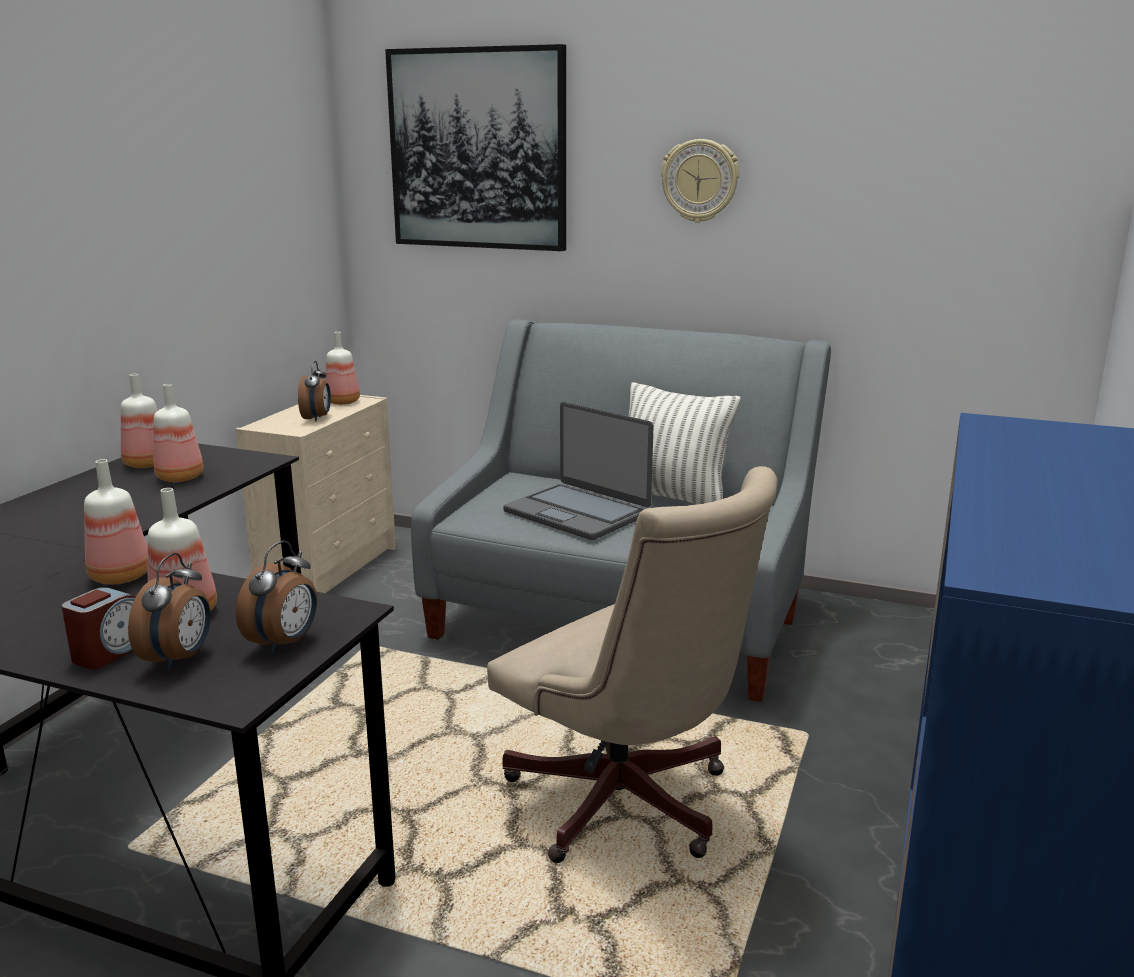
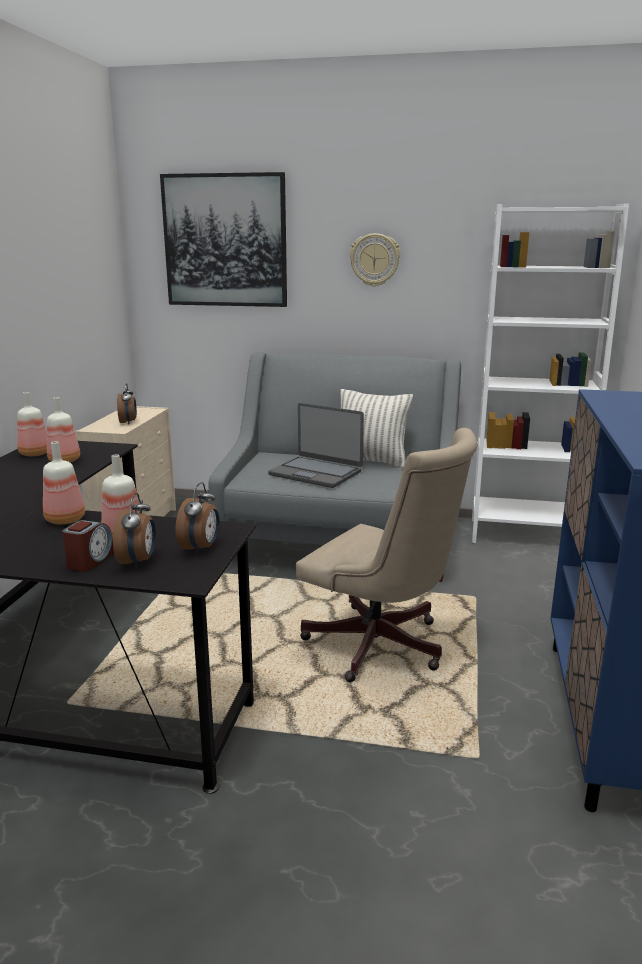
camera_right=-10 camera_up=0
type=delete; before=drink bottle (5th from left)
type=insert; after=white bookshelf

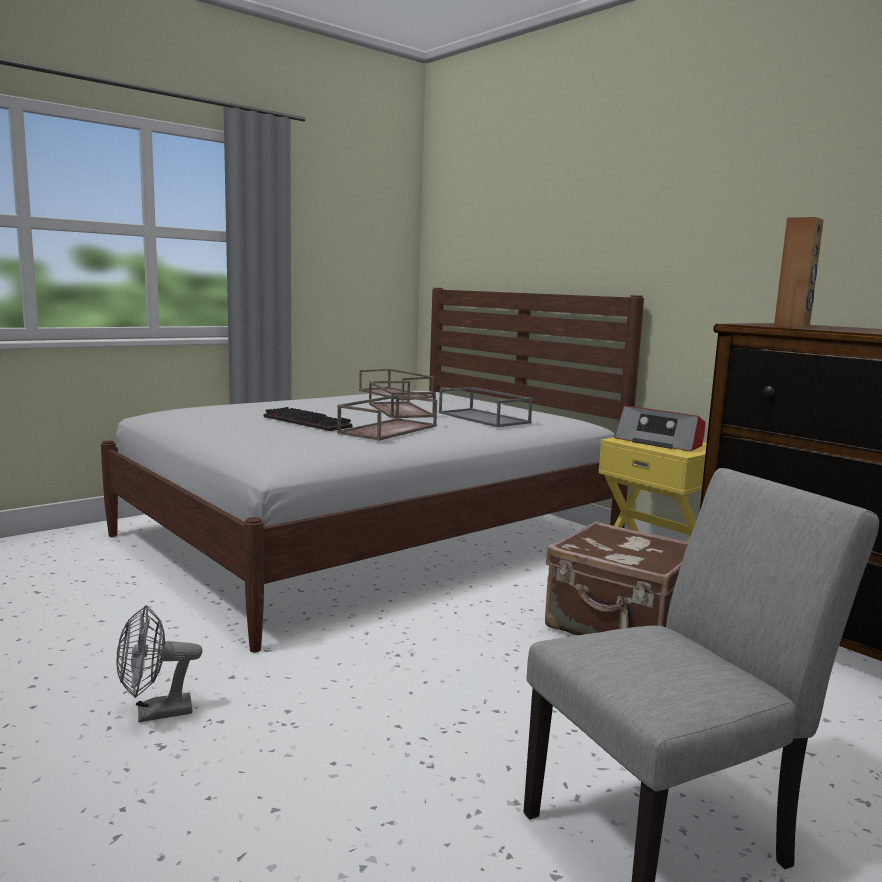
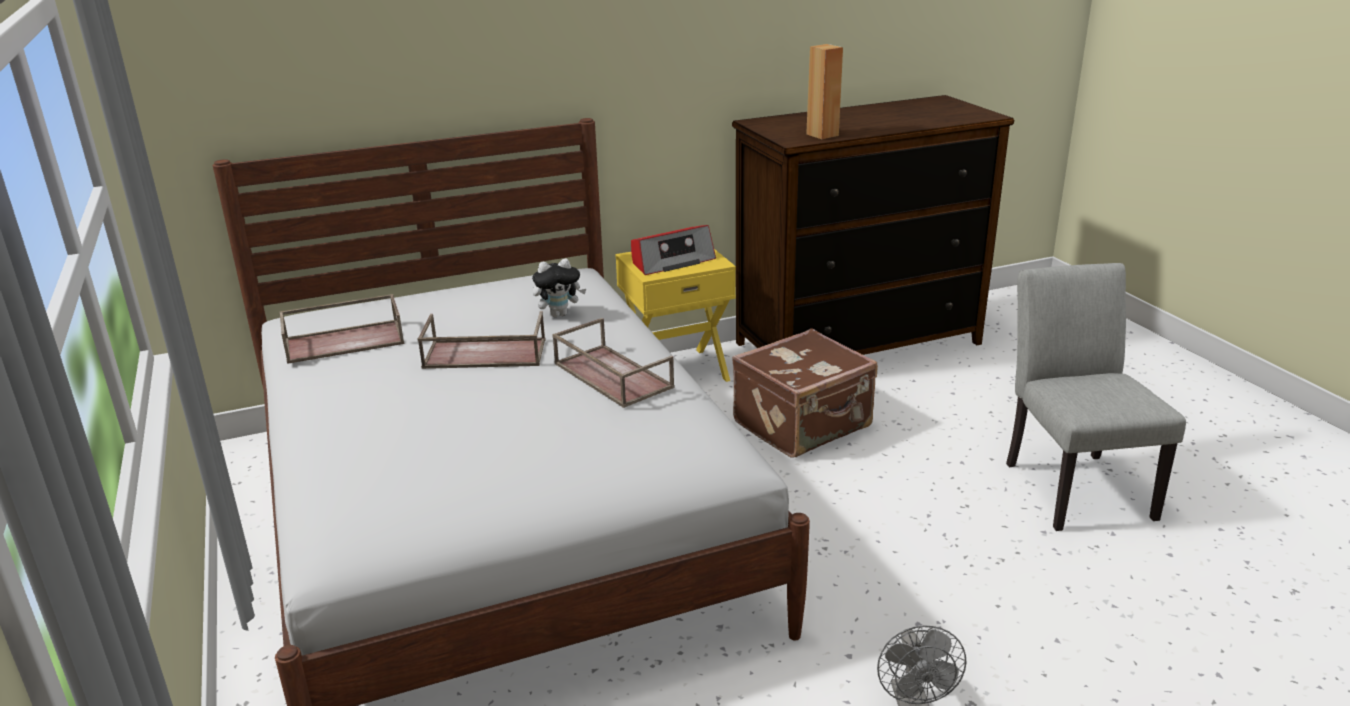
camera_right=-70 camera_up=15
type=delete; before=computer keyboard
type=replace; before=greyish carrying tray; after=soft toy

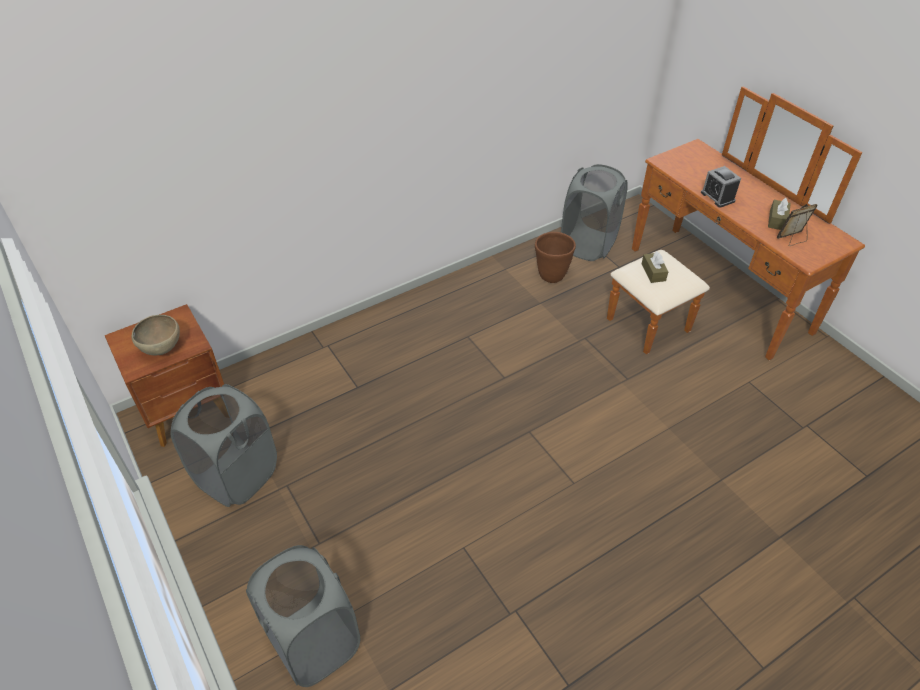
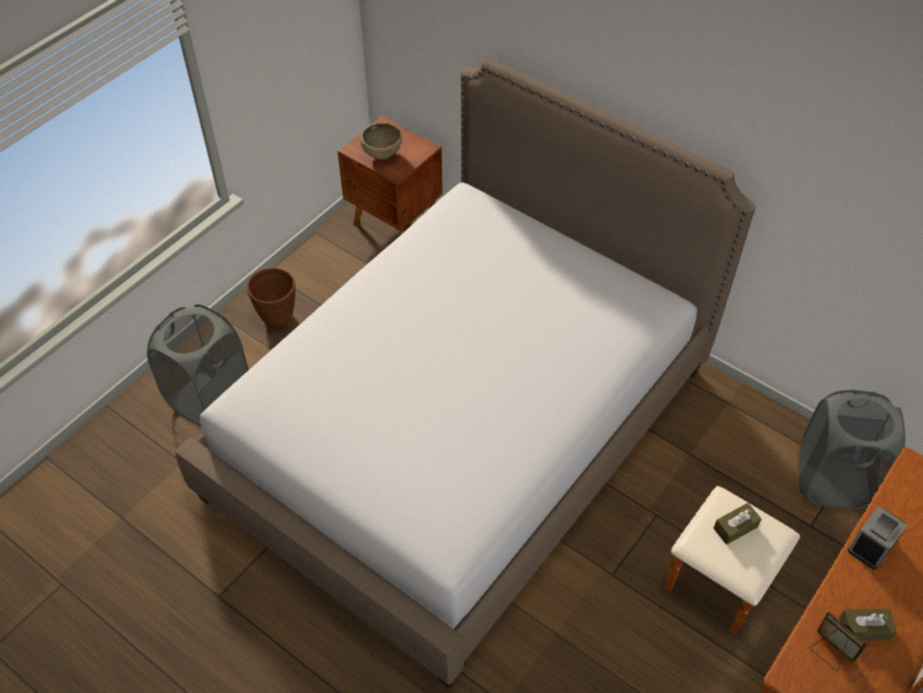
camera_right=70 camera_up=5
type=delete; before=greyish laundry basket (1st from left)
type=move; before=brown-coloured plant pot
type=insert; after=bedroom bed

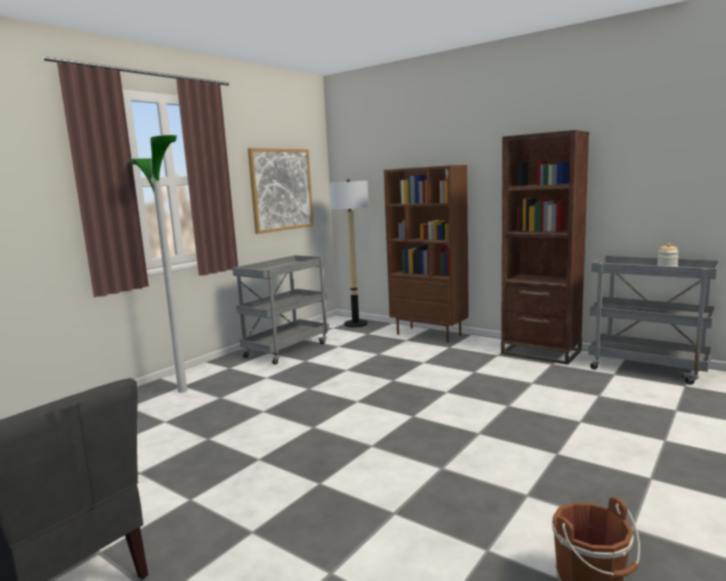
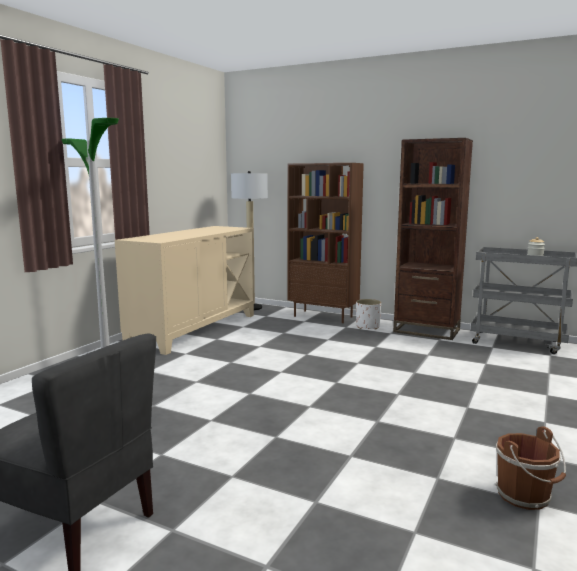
camera_right=-10 camera_up=0
type=replace; before=greyish trolley (1st from left); after=beige-coloured storage cabinet
type=delete; before=wall picture
type=insert; after=white plant pot

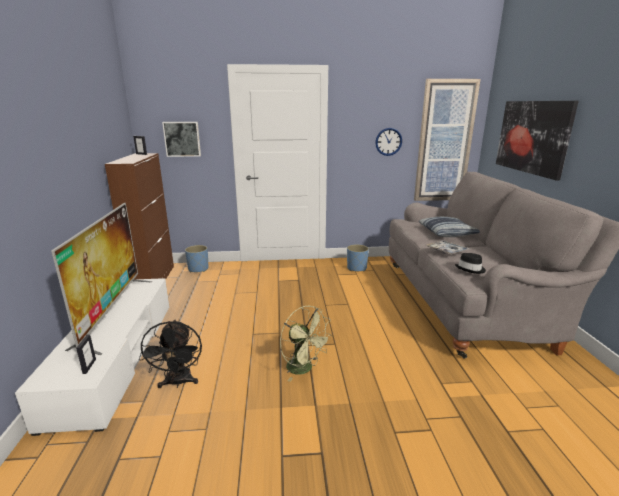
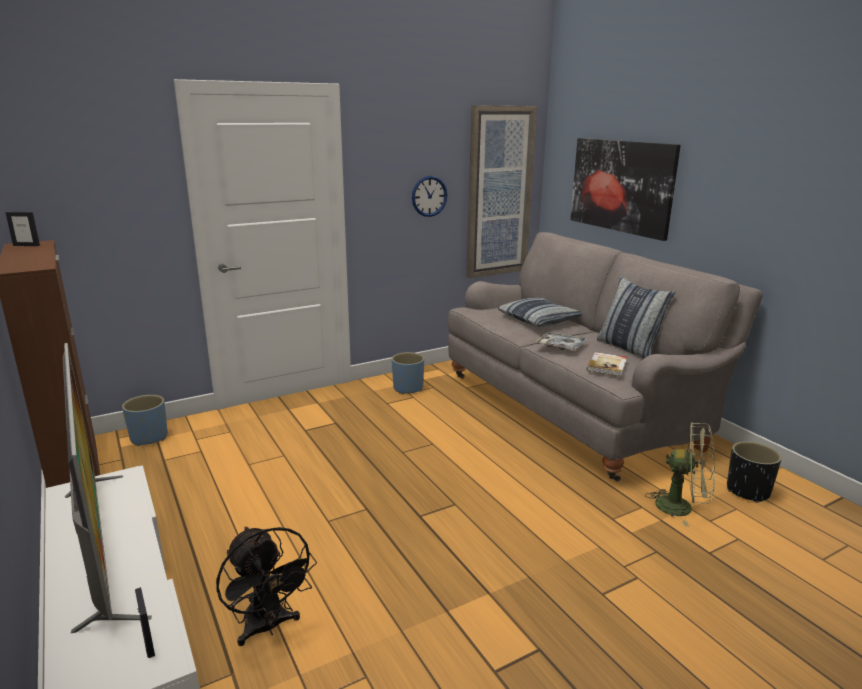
camera_right=-25 camera_up=0
type=delete; before=wall picture (1st from left)
type=move; before=greenish electric fan
type=replace; before=black-coloured clothing hat; after=bound book
type=insert; after=cushion (2nd from left)
type=insert; after=black-coloured plant pot

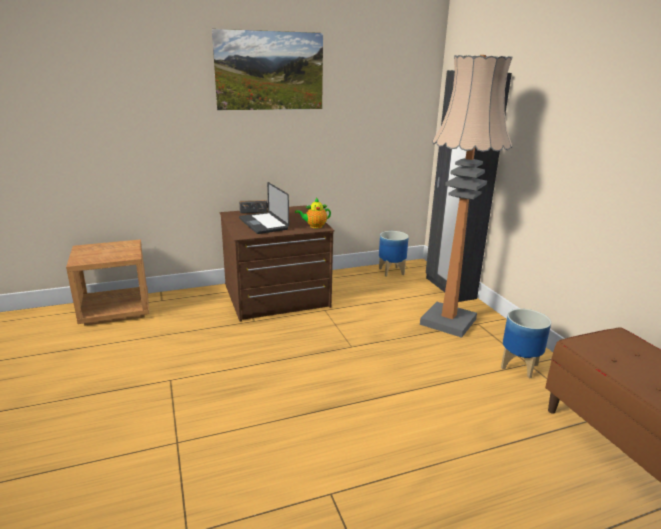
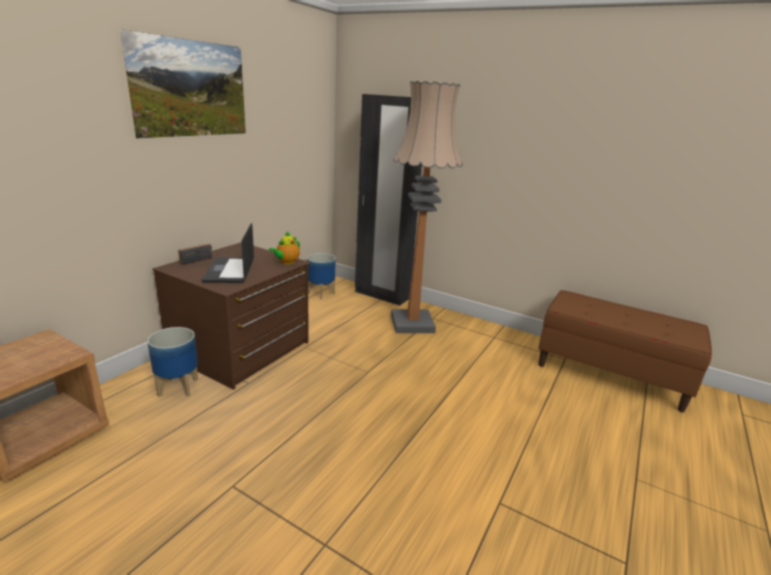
camera_right=-40 camera_up=0
type=rotate; before=portable computer; turn=60
type=move; before=plant pot (2nd from left in the first image); after=plant pot (1st from left)

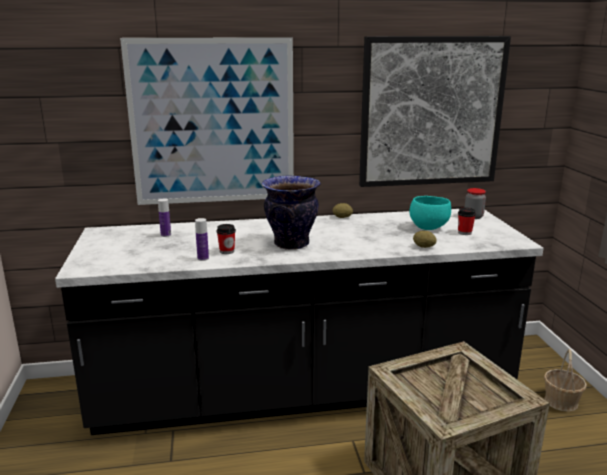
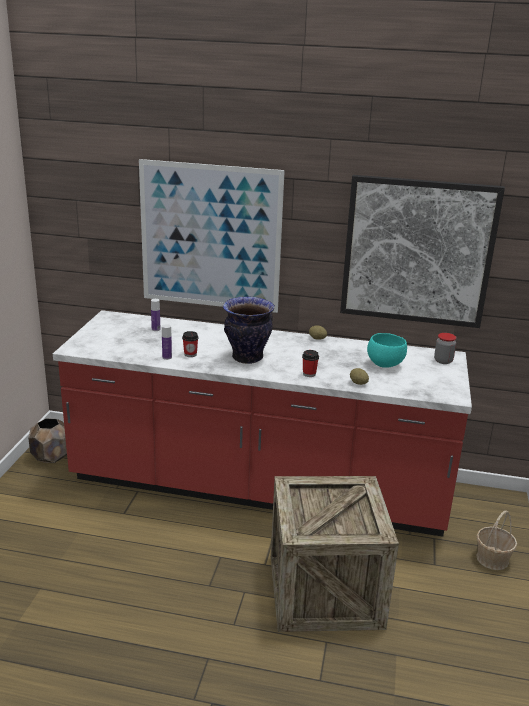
camera_right=20 camera_up=5
type=recolor; before=black-coloured kitchen counter; after=reddish kitchen counter
type=move; before=small cup (2nd from left)
type=insert; after=brown-coloured plant pot

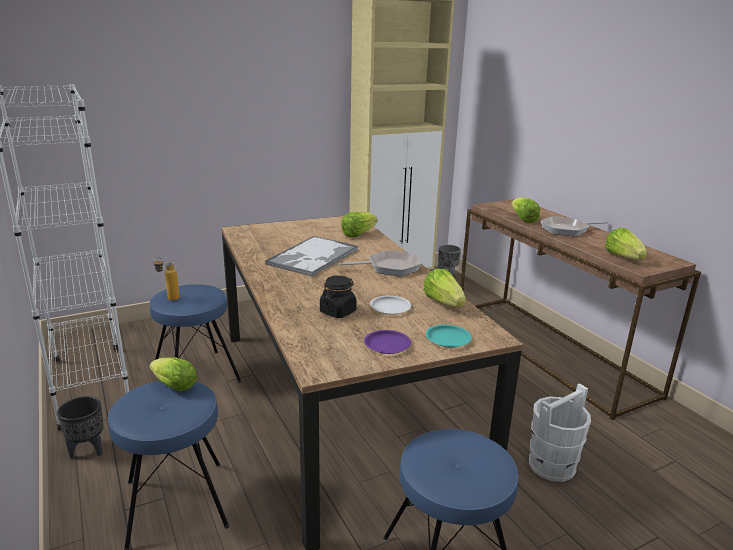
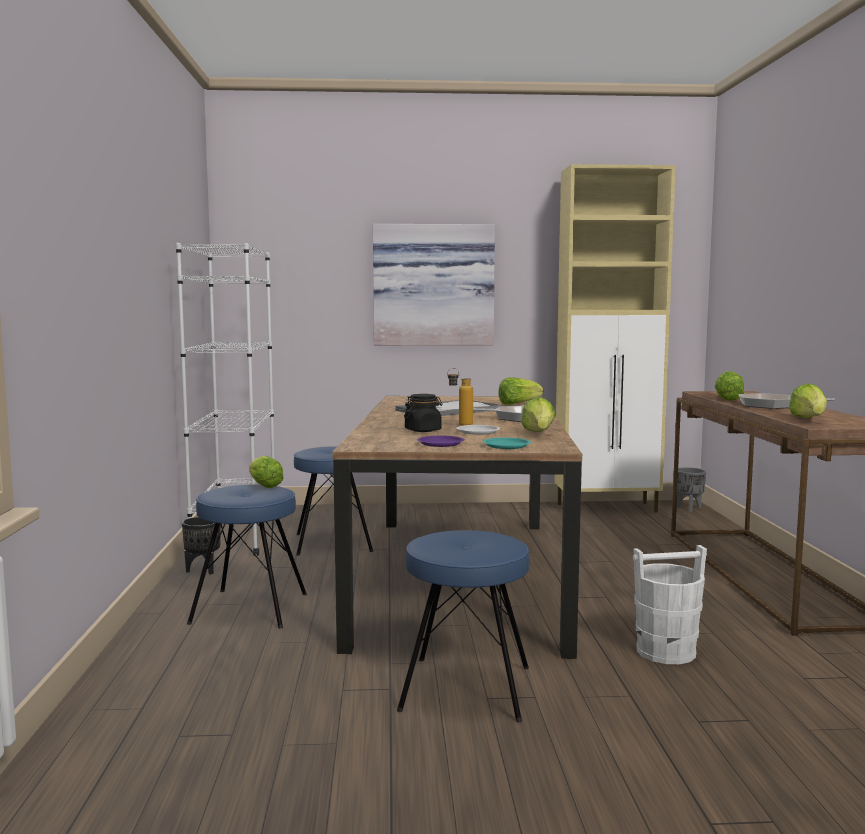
camera_right=25 camera_up=-15
type=move; before=drink bottle
type=insert; after=wall picture

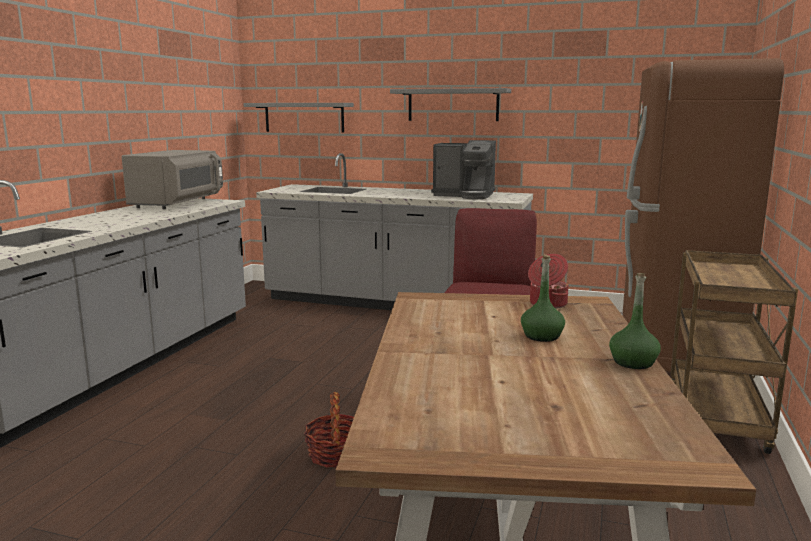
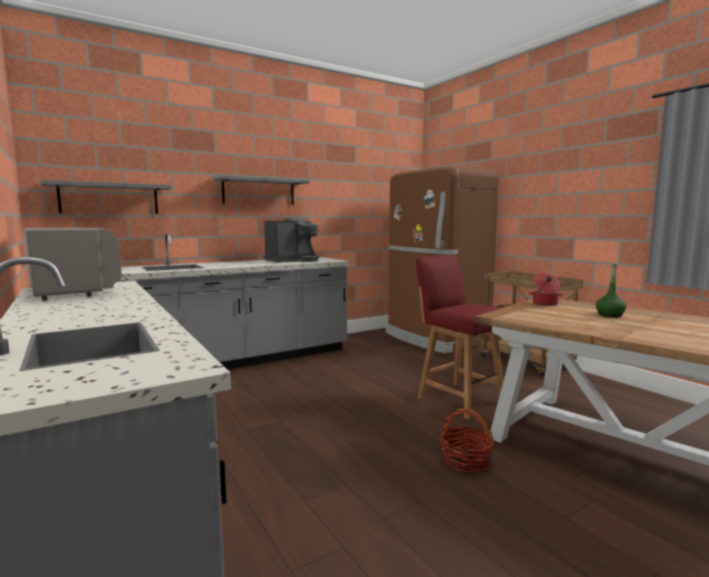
camera_right=-50 camera_up=-5
type=delete; before=greenish drink bottle (2nd from left)

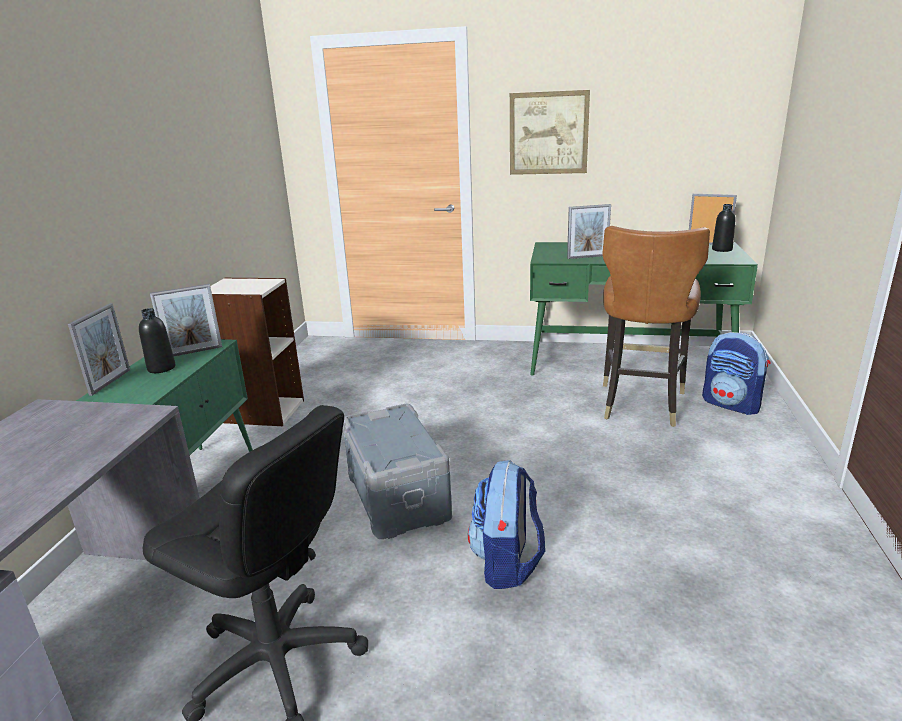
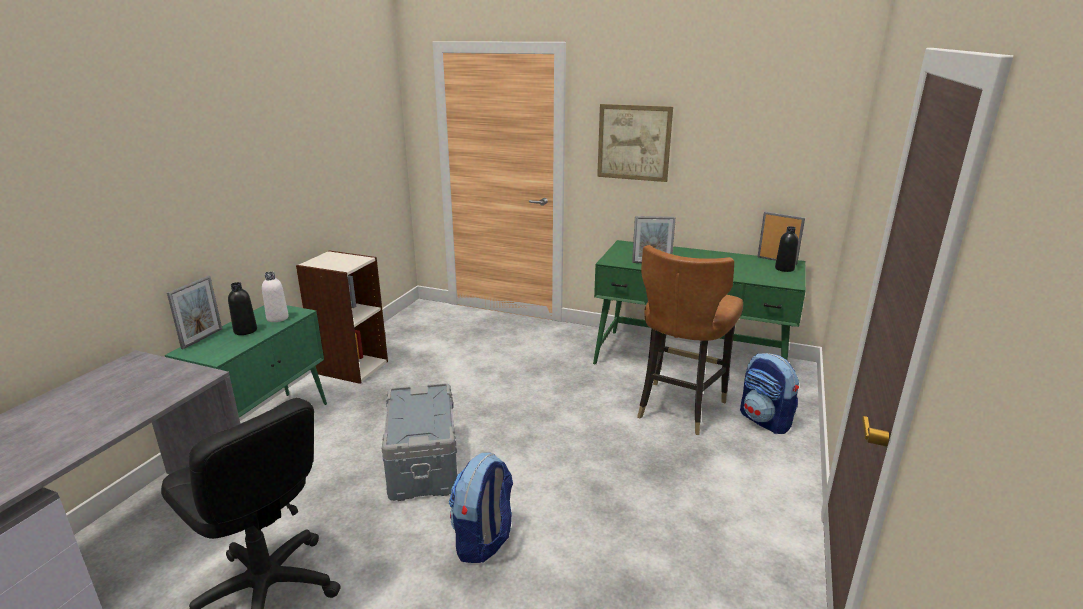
camera_right=10 camera_up=0
type=replace; before=standing frame (2nd from left); after=white drink bottle

